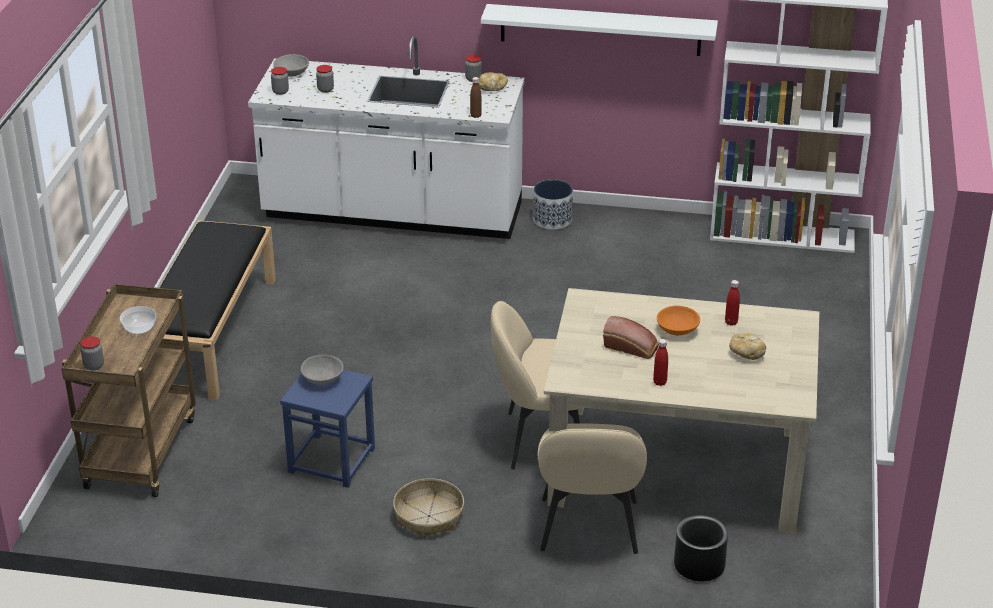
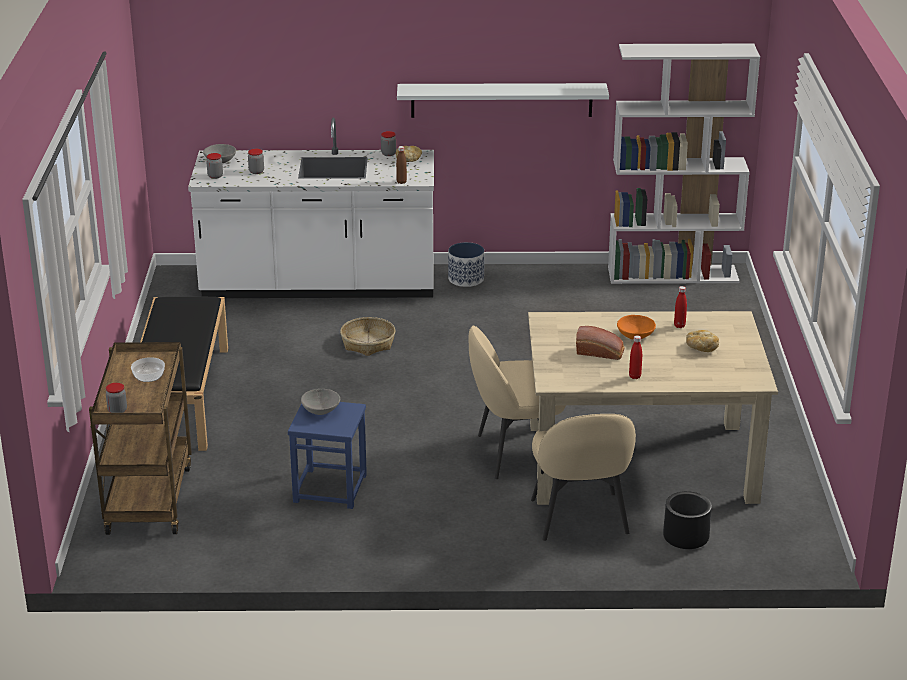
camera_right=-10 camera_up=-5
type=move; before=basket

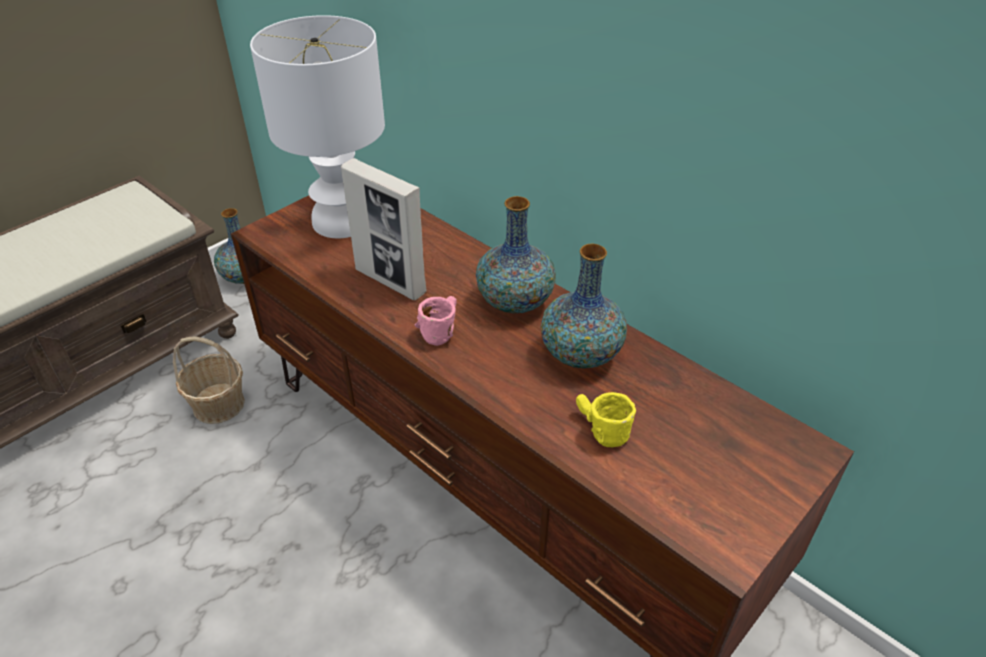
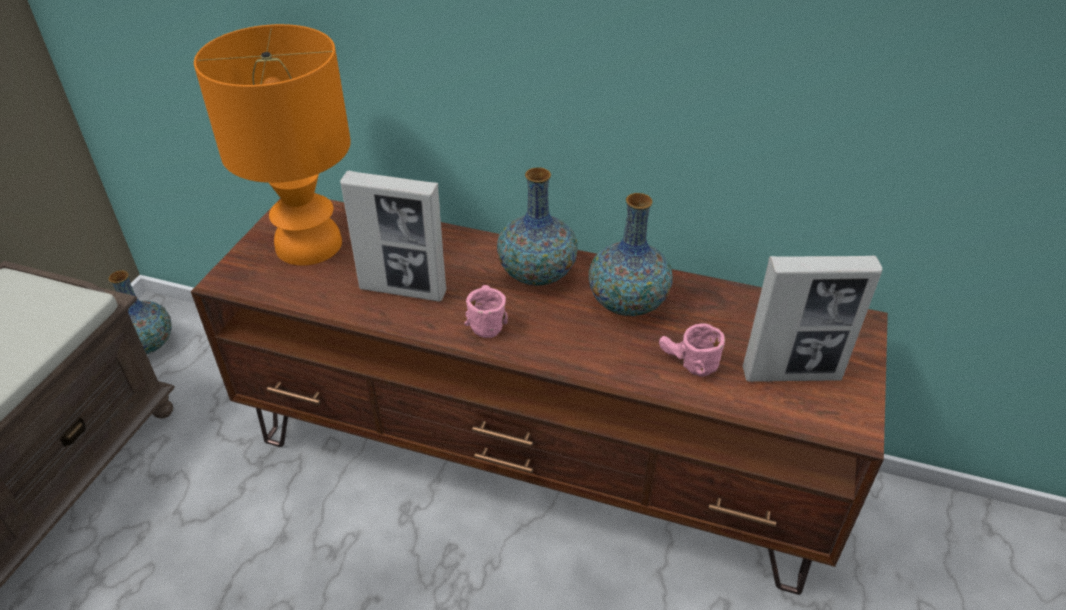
camera_right=-25 camera_up=0
type=delete; before=basket
type=recolor; before=white lamp for a table; after=orange lamp for a table
type=recolor; before=yellow-coloured mug; after=pinkish mug (2nd from left)
type=insert; after=standing frame (2nd from left)

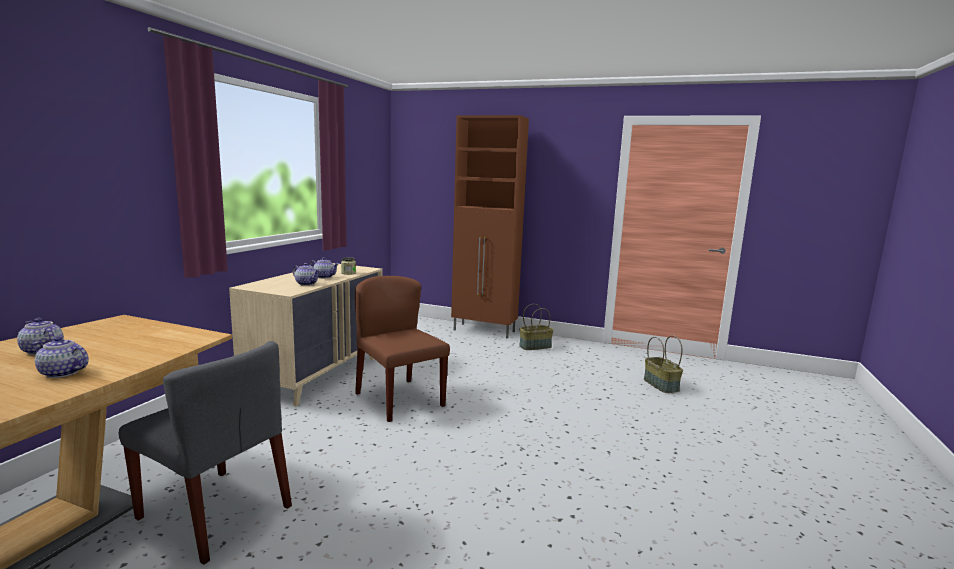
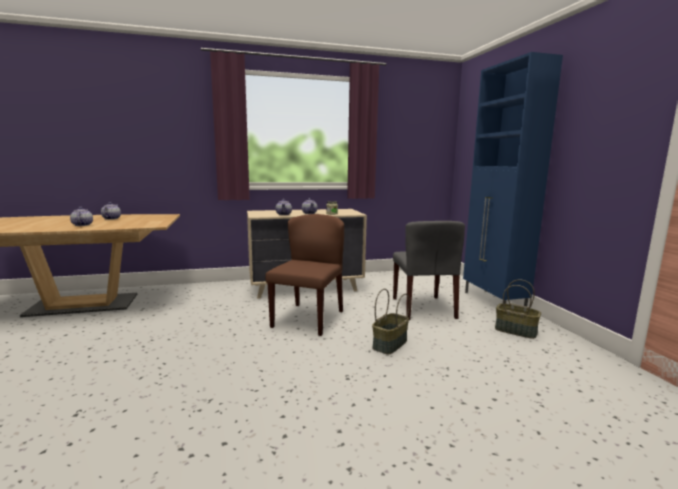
camera_right=55 camera_up=0
type=move; before=greyish chair
type=recolor; before=brown-coloured storage cabinet; after=bluish storage cabinet
type=move; before=basket (2nd from left in the first image); after=basket (1st from left)

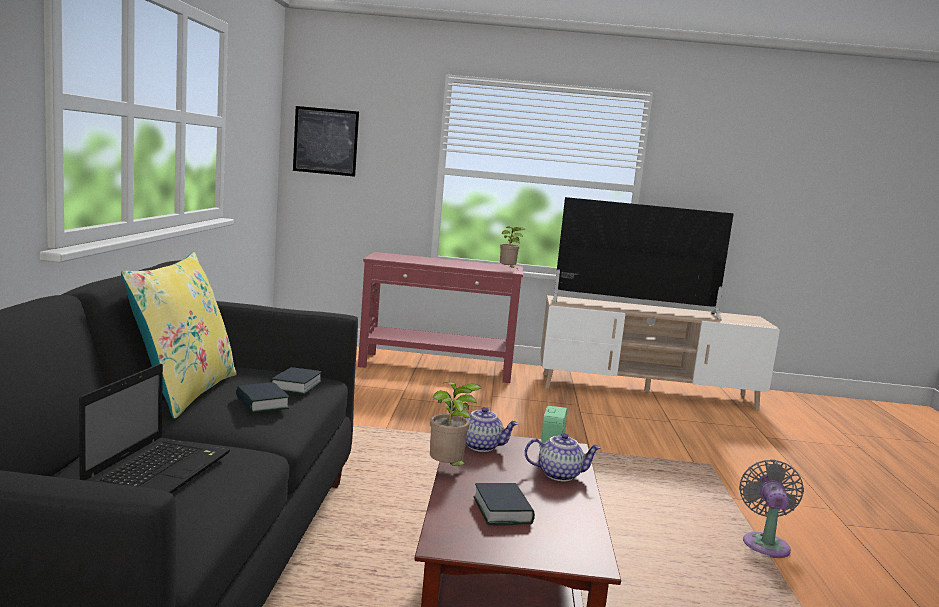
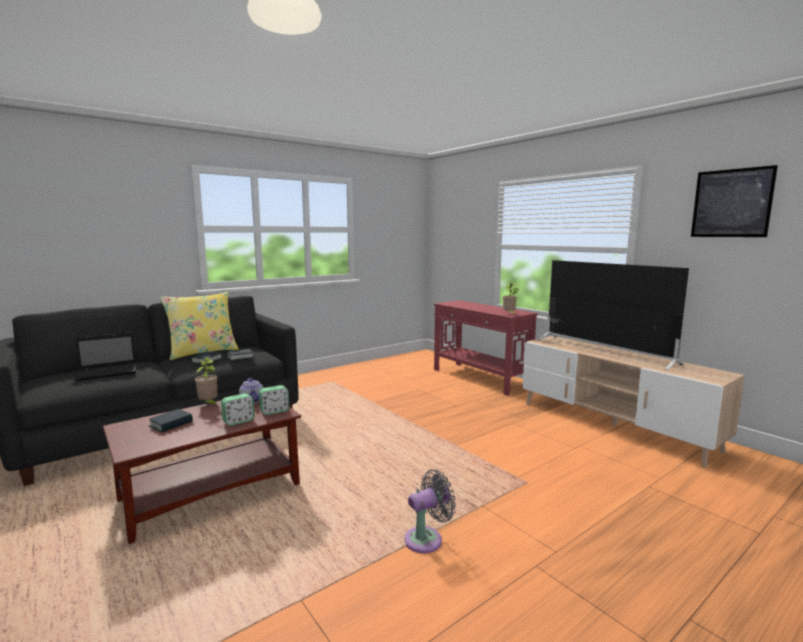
camera_right=50 camera_up=0
type=move; before=wall picture
type=replace; before=tea pot (2nd from left); after=bedside clock (1st from left)

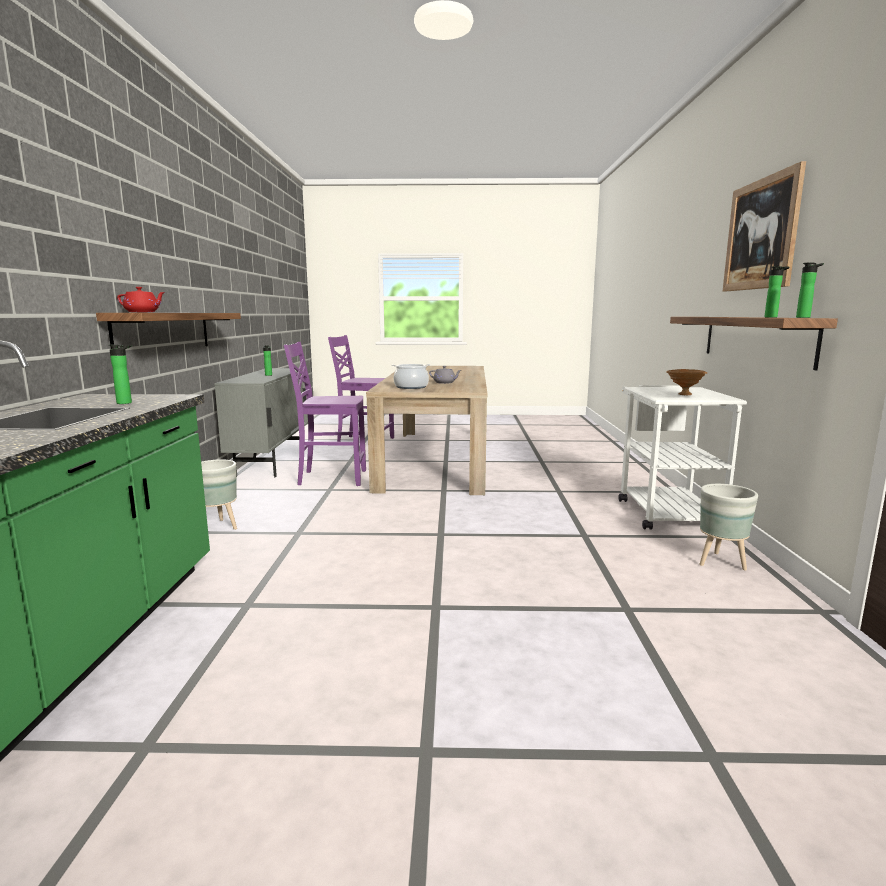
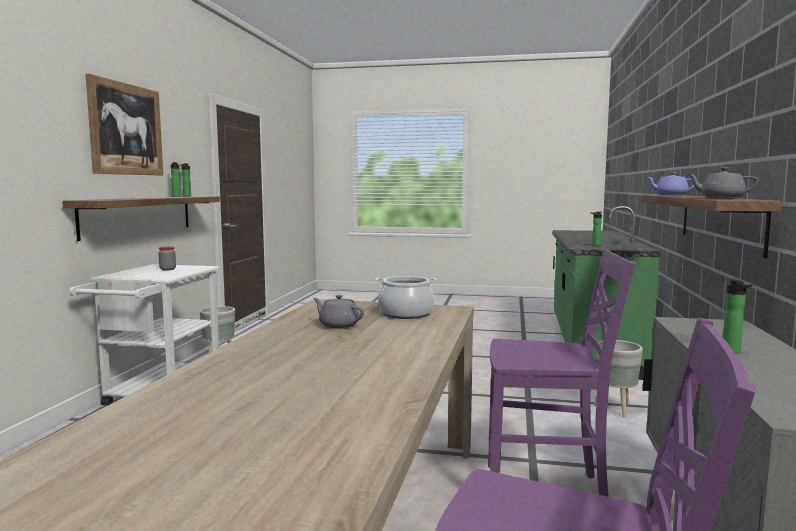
camera_right=-170 camera_up=-5
type=recolor; before=reddish tea pot; after=purple-coloured tea pot
type=replace; before=brown-coloured deep dish; after=preserve jar
type=insert; after=greyish tea pot (2nd from left)

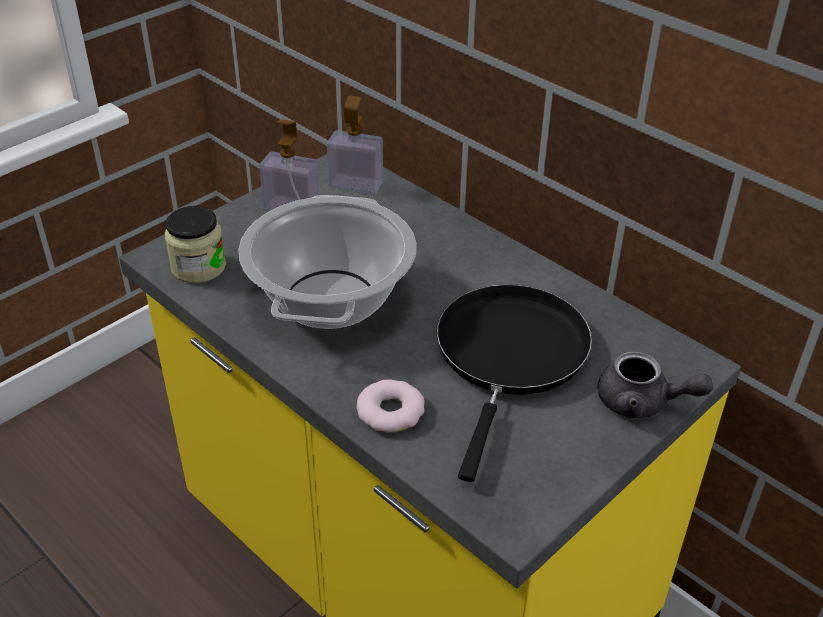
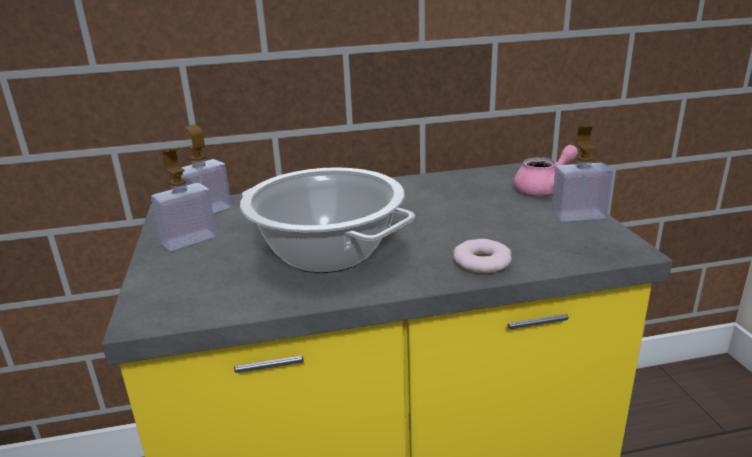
camera_right=-55 camera_up=-15
type=delete; before=preserve jar
type=delete; before=black-coloured skillet
type=recolor; before=greyish tea pot; after=pinkish tea pot
type=insert; after=soap dispenser (3rd from left)

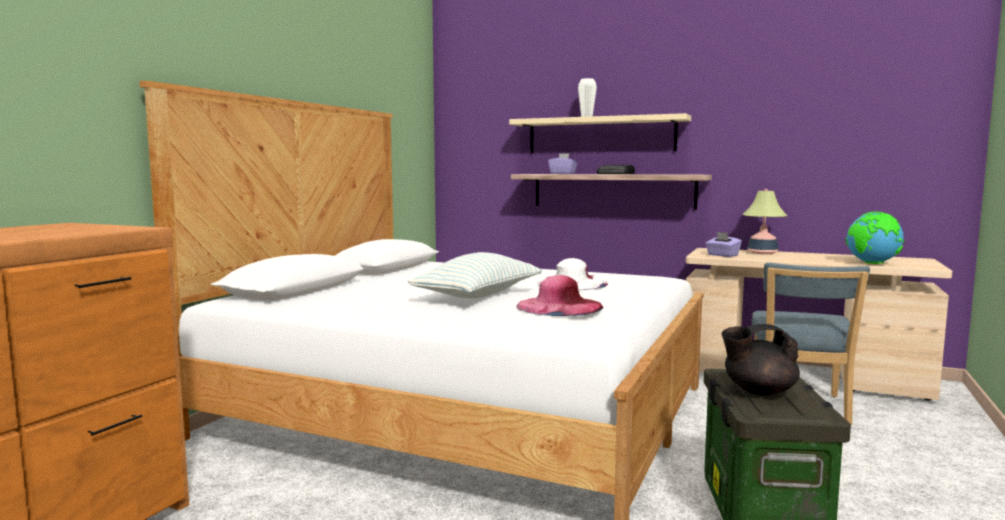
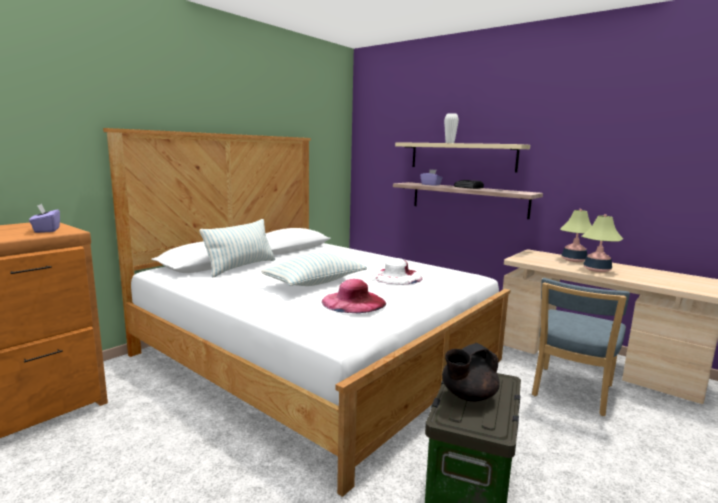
camera_right=15 camera_up=5
type=move; before=purple-coloured box of tissues (2nd from left in the first image); after=purple-coloured box of tissues (1st from left)
type=rotate; before=black-coloured tea pot; turn=-45
type=delete; before=desk globe
type=insert; after=cushion (1st from left)
type=insert; after=lamp for a table (2nd from left)

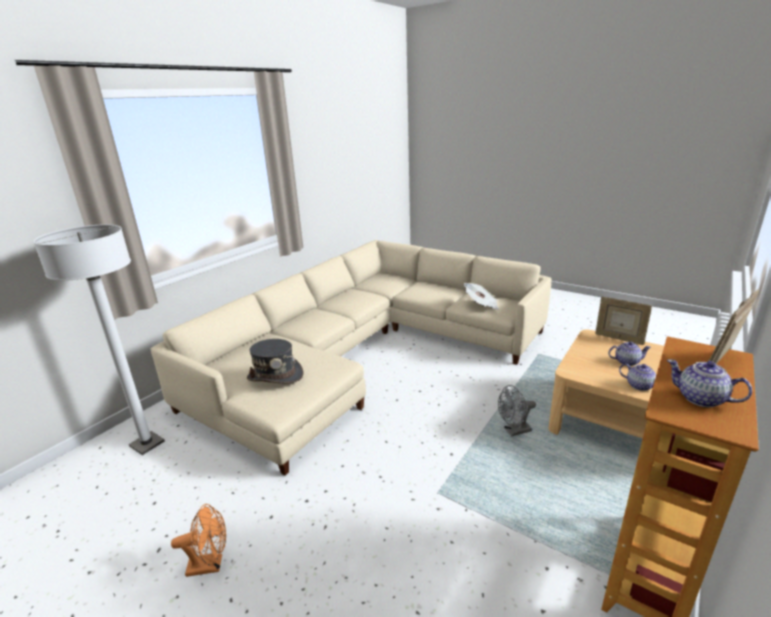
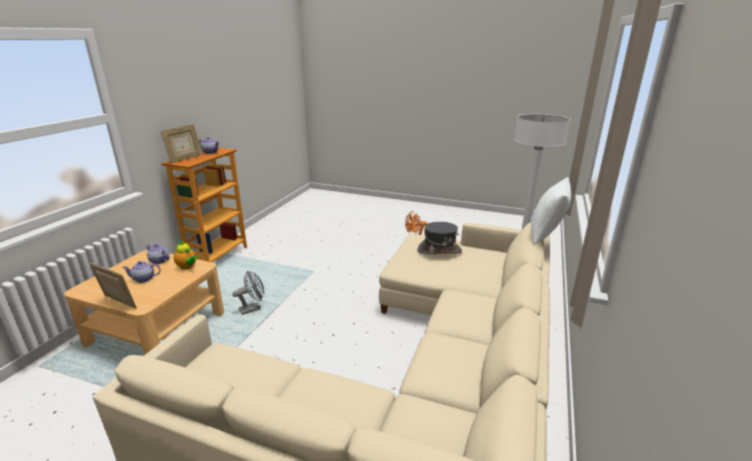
camera_right=165 camera_up=0
type=delete; before=daily paper
type=insert; after=tea pot (3rd from left)
type=insert; after=white cushion

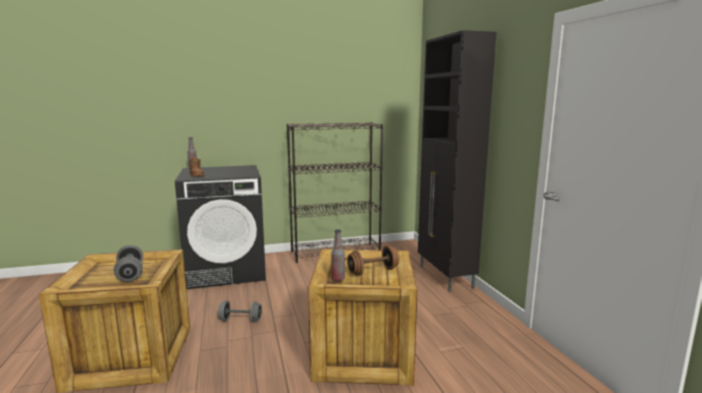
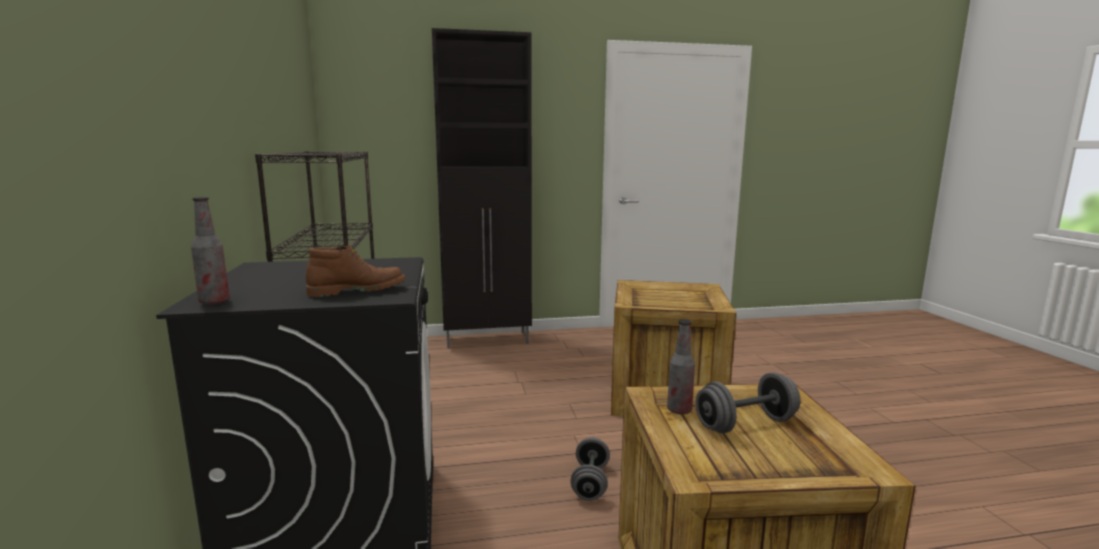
camera_right=-85 camera_up=0
type=move; before=drink bottle (2nd from left)
type=delete; before=brown-coloured free weight

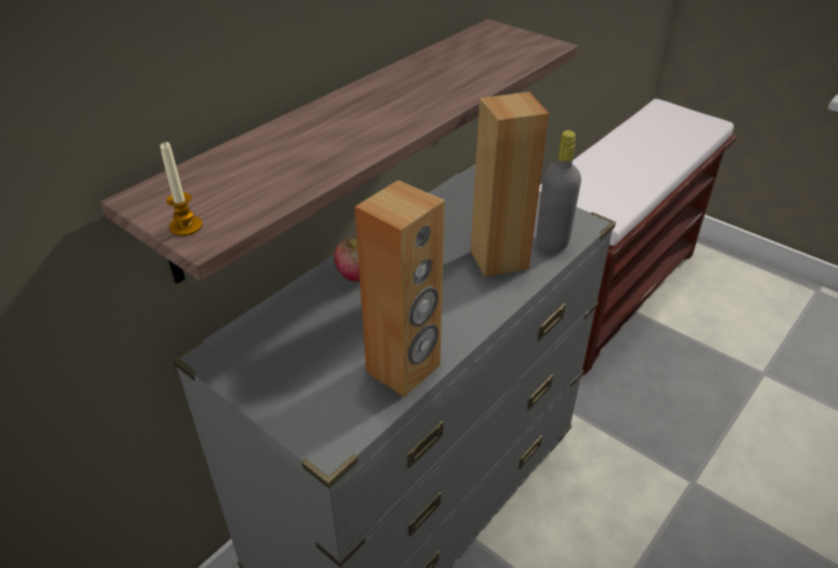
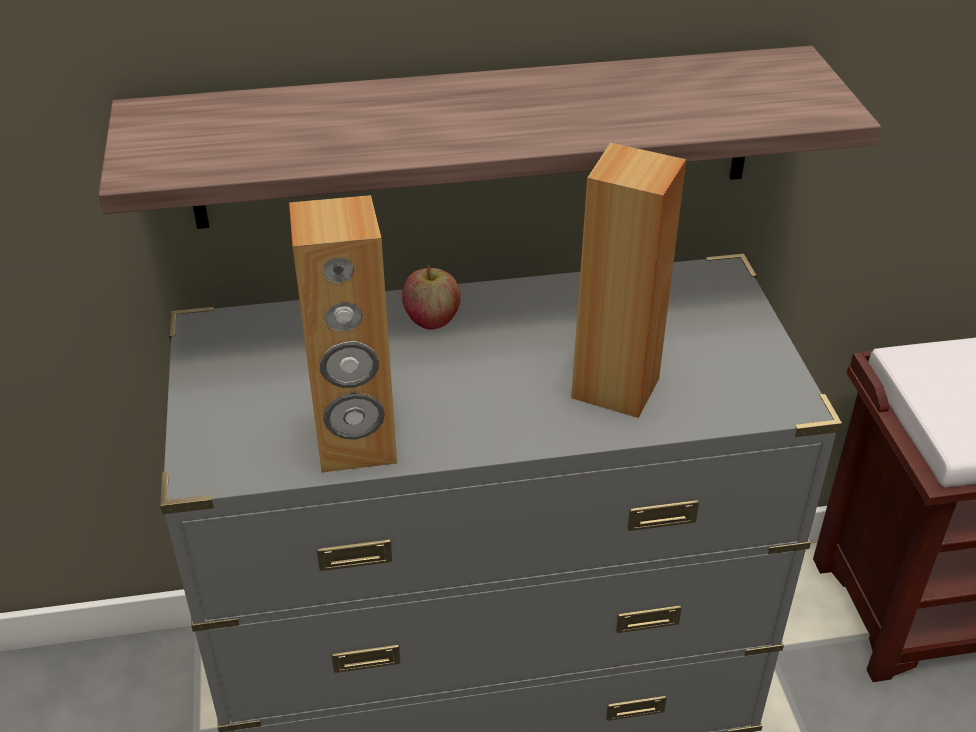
camera_right=40 camera_up=0
type=delete; before=wax candle
type=delete; before=greyish drink bottle

